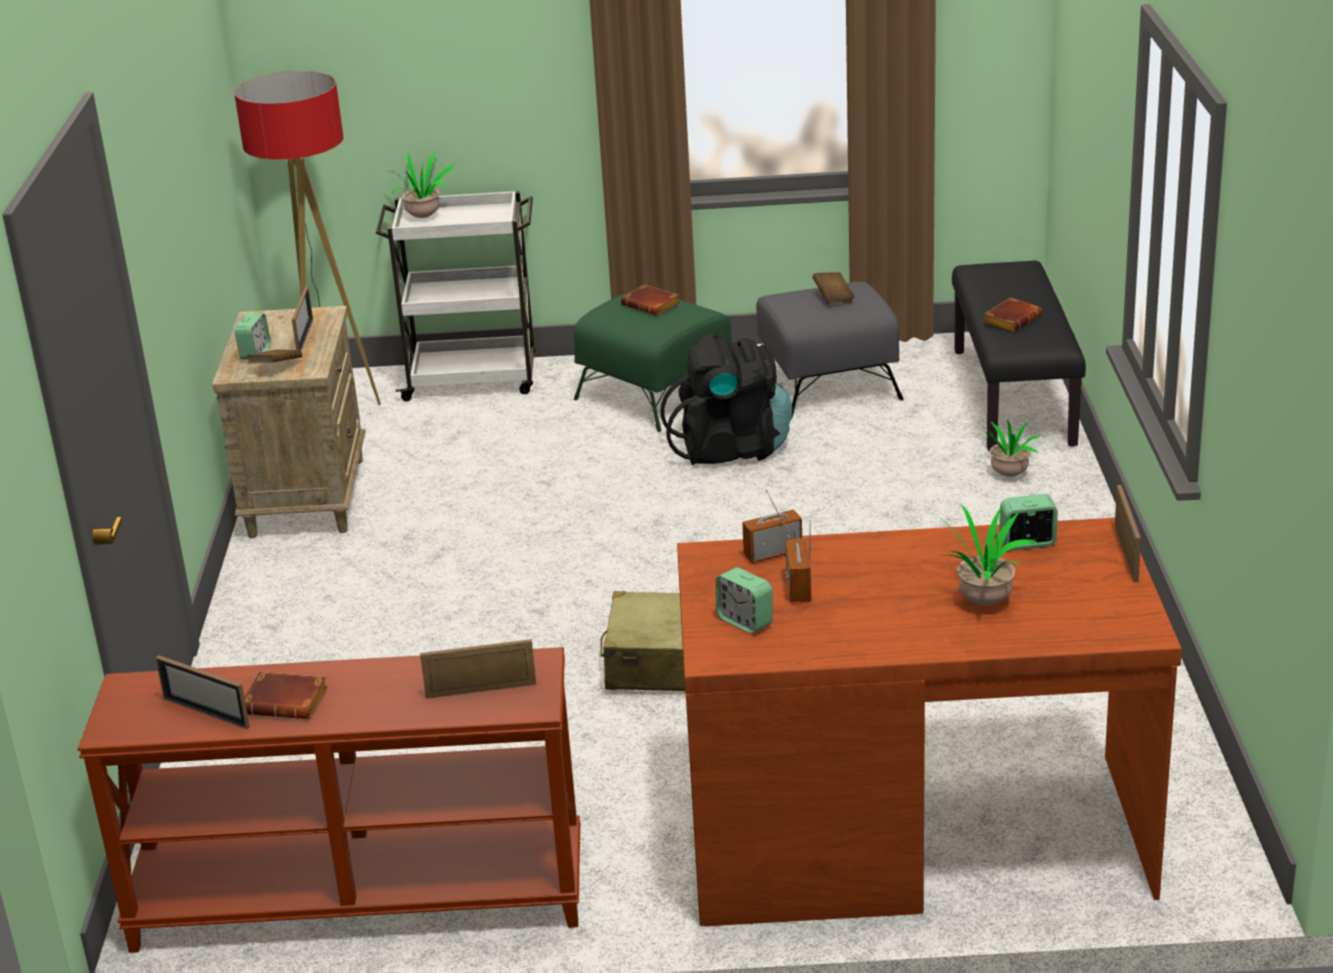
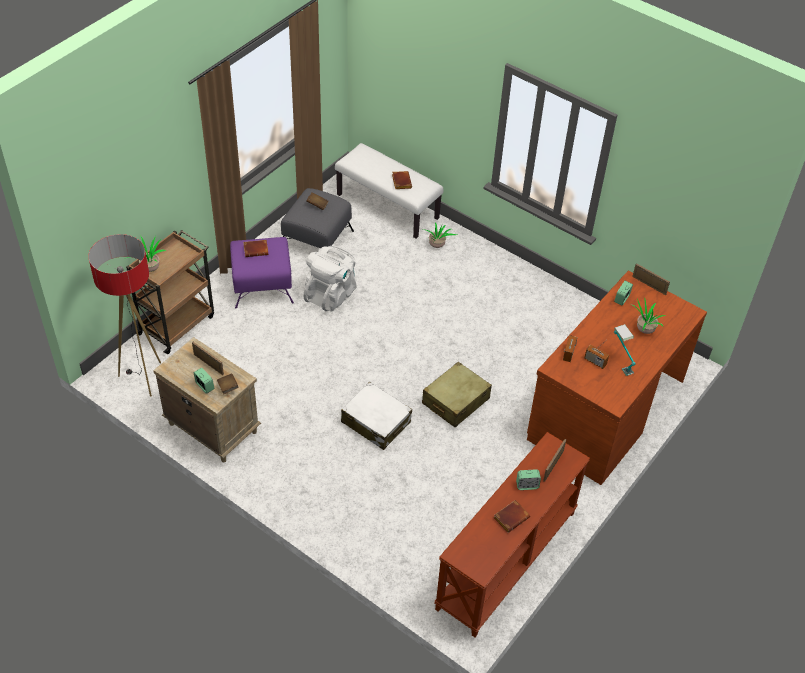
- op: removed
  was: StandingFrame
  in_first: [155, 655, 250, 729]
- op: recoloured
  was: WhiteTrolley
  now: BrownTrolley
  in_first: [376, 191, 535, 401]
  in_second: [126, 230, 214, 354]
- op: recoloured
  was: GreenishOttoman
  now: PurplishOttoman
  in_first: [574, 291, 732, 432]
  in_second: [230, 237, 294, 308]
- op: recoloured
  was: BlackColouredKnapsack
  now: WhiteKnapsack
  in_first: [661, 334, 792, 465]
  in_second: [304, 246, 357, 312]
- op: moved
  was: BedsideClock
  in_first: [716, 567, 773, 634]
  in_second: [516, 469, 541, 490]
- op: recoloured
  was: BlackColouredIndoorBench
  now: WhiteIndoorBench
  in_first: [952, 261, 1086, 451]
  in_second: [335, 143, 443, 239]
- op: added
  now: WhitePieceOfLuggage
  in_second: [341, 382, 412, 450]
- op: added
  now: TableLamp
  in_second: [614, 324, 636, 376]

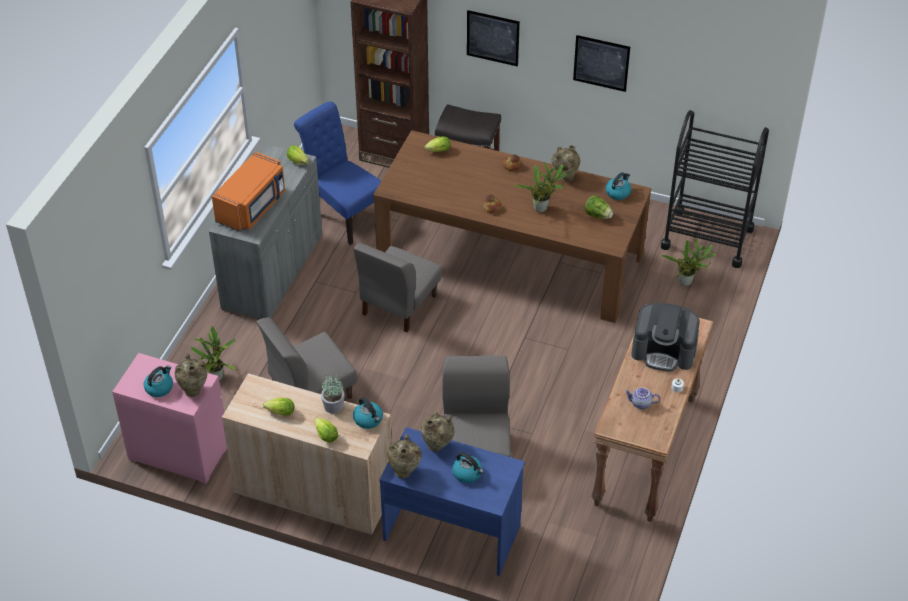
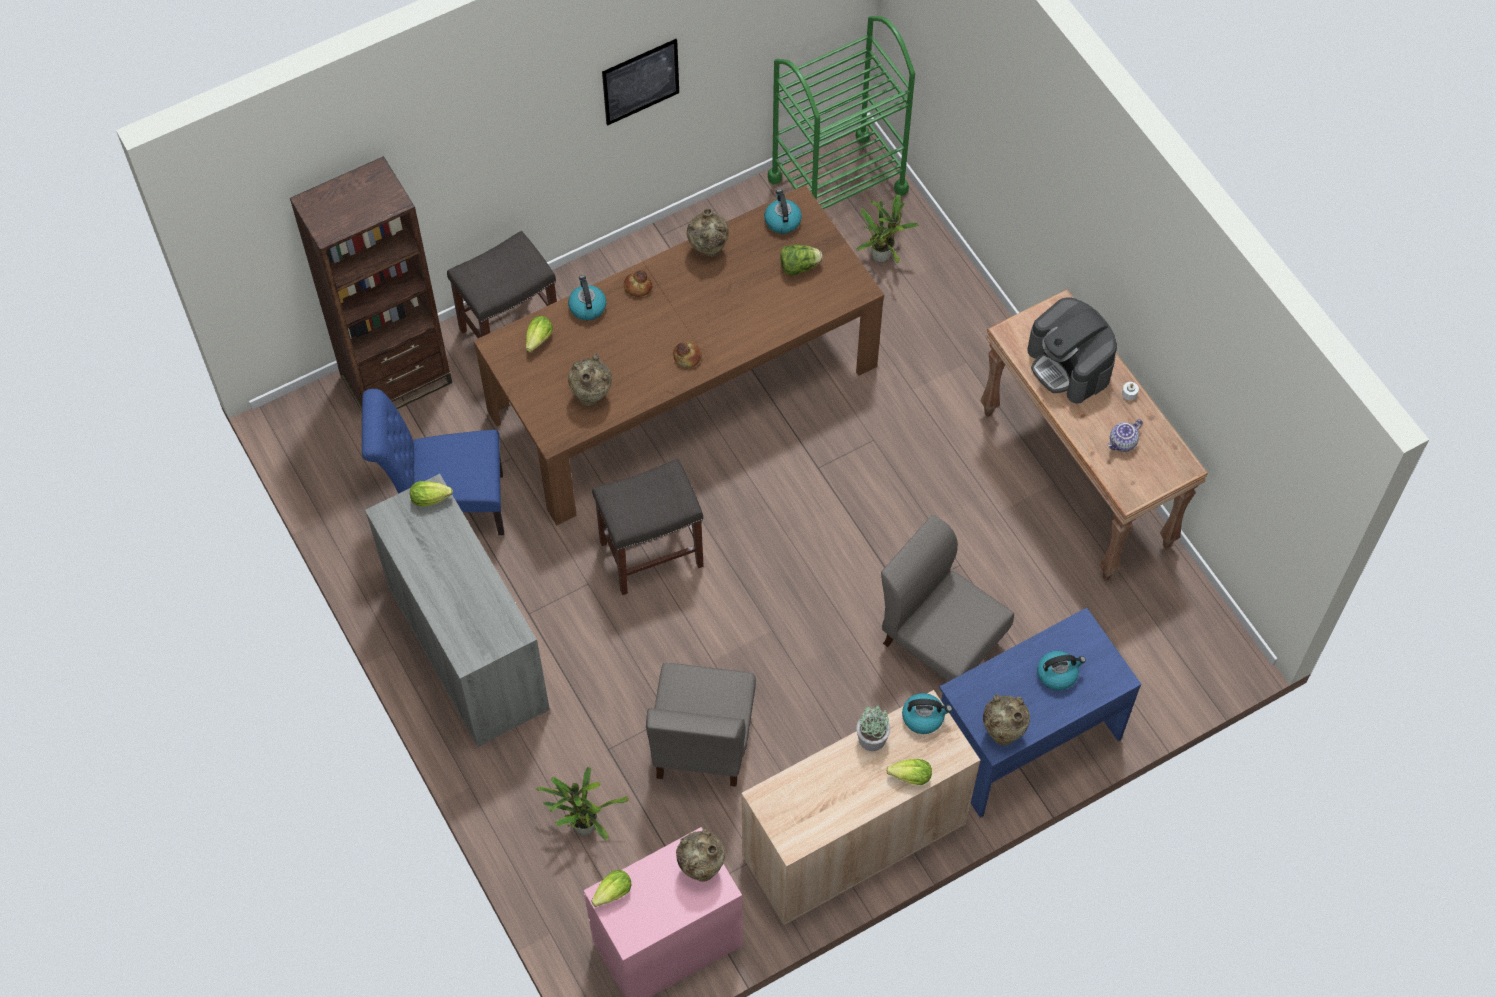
- op: moved
  was: TeaKettle
  in_first: [144, 365, 173, 397]
  in_second: [568, 275, 606, 320]
- op: removed
  was: OrangeKitchenMicrowave
  in_first: [212, 151, 285, 232]
- op: moved
  was: LettuceHead
  in_first: [263, 398, 294, 416]
  in_second: [591, 870, 631, 907]
- op: replaced
  was: GreyUprightChair
  now: GreyStoolSeat
  in_first: [354, 242, 442, 332]
  in_second: [592, 459, 704, 595]
- op: moved
  was: BeigeColouredFlowerVase
  in_first: [421, 412, 455, 451]
  in_second: [568, 354, 612, 406]
- op: removed
  was: Picture
  in_first: [467, 10, 520, 67]
- op: removed
  was: PottedPlant
  in_first: [514, 162, 567, 213]
- op: turned
  was: CoffeeMachine
  in_first: [631, 303, 700, 372]
  in_second: [1027, 297, 1117, 403]
  clockwise: 90
- op: recoloured
  was: BlackColouredTrolley
  now: GreenishTrolley
  in_first: [661, 110, 769, 268]
  in_second: [768, 16, 915, 209]

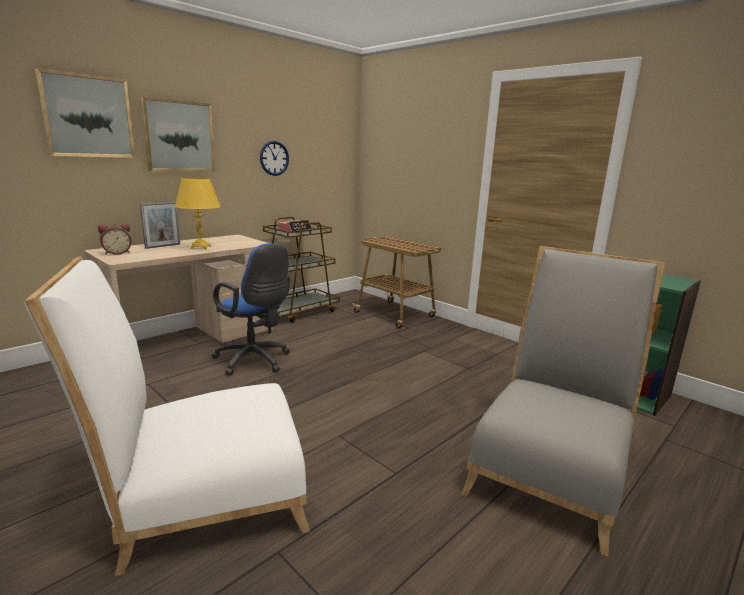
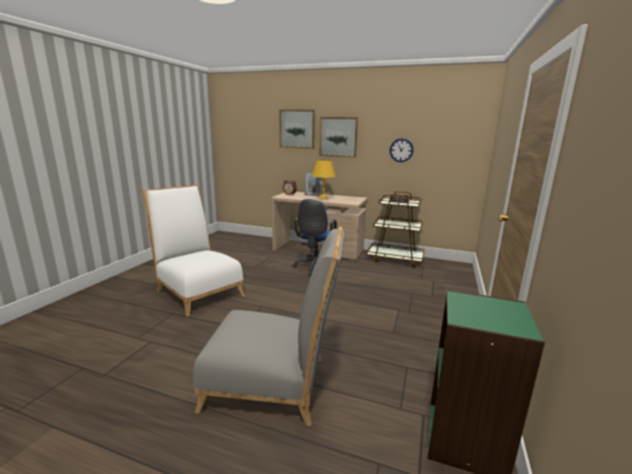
- op: removed
  was: Trolley
  in_first: [352, 236, 442, 329]

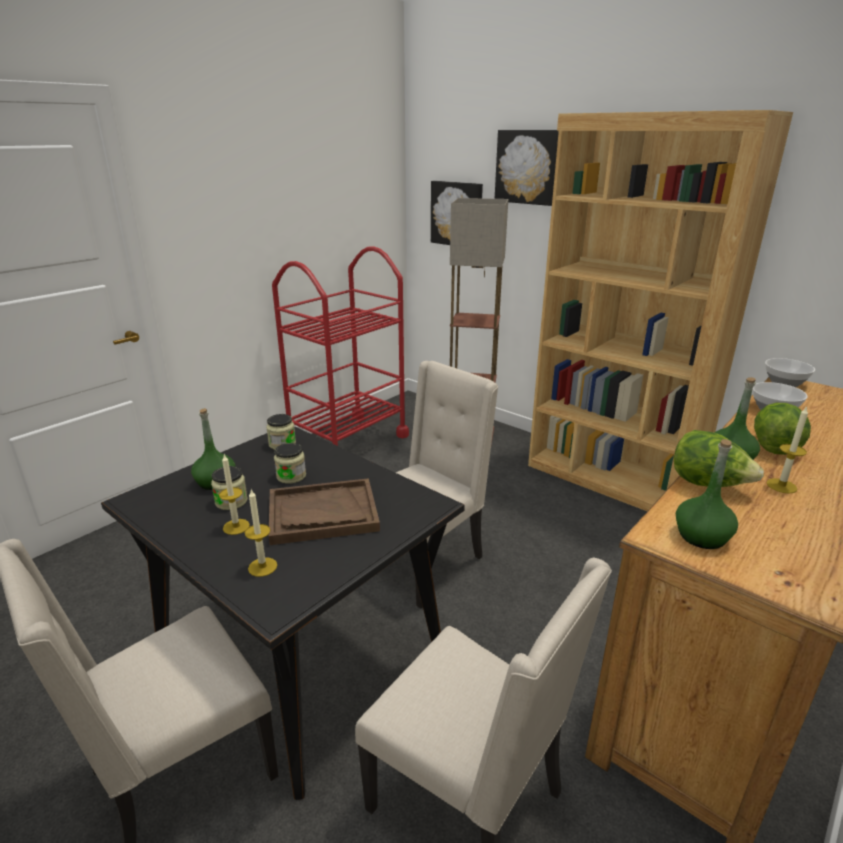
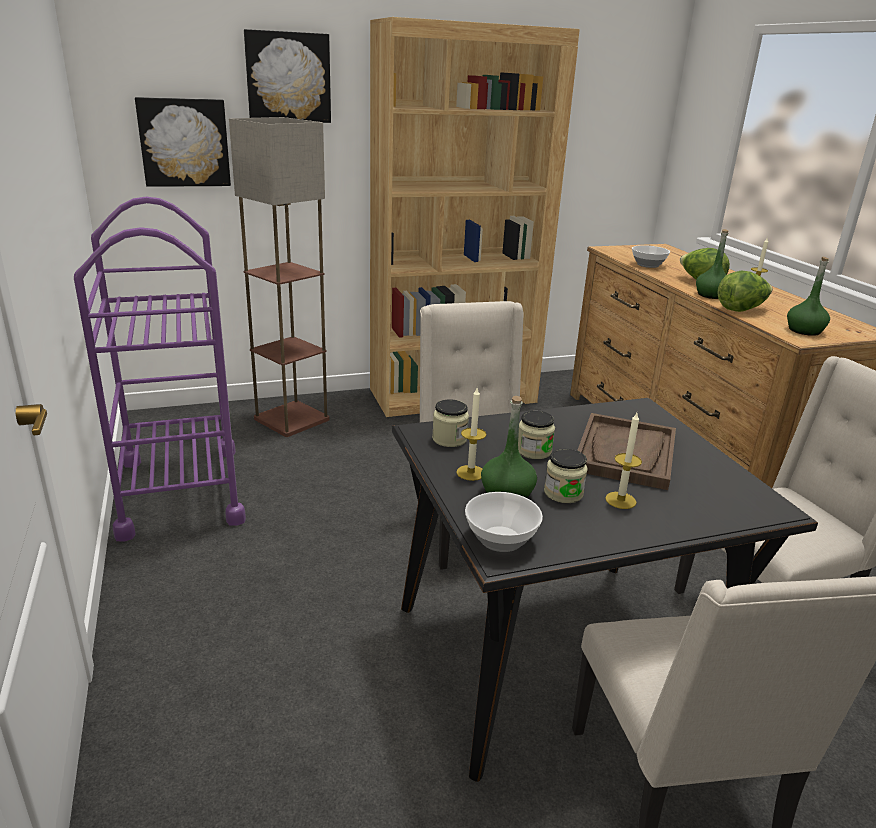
- op: moved
  was: WaxCandle
  in_first: [245, 489, 277, 577]
  in_second: [456, 388, 486, 481]
- op: recoloured
  was: RedColouredTrolley
  now: PurplishTrolley
  in_first: [272, 246, 409, 446]
  in_second: [74, 197, 246, 542]
- op: moved
  was: Bowl
  in_first: [765, 358, 815, 387]
  in_second: [465, 492, 543, 552]

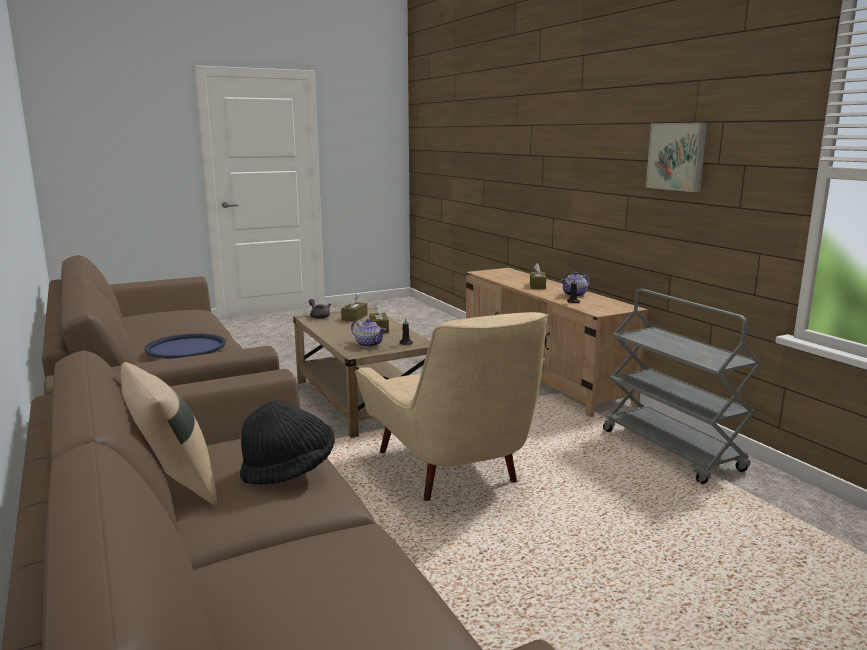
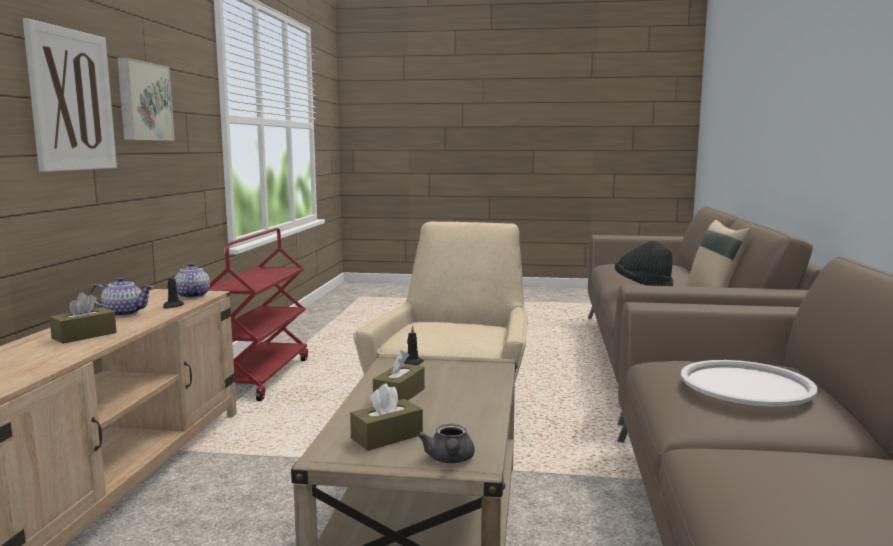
- op: recoloured
  was: BlueServingTray
  now: WhiteServingTray
  in_first: [144, 333, 226, 359]
  in_second: [681, 360, 818, 406]
- op: moved
  was: Teapot
  in_first: [351, 319, 386, 347]
  in_second: [175, 263, 210, 298]
- op: recoloured
  was: GreyTrolley
  now: RedColouredTrolley
  in_first: [603, 289, 762, 484]
  in_second: [208, 228, 308, 401]
- op: added
  now: Picture
  in_second: [23, 18, 117, 172]

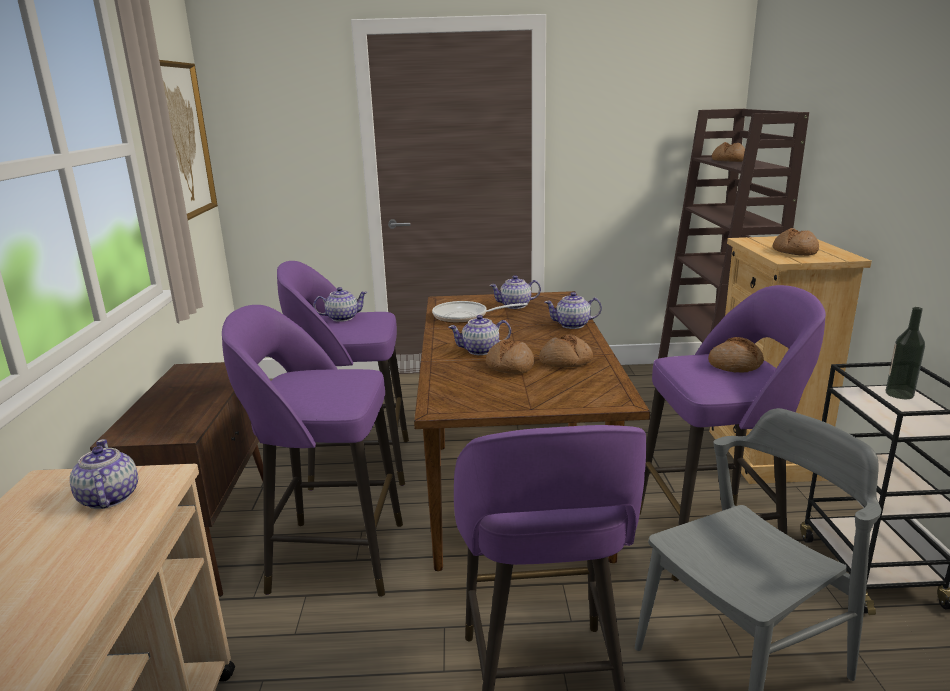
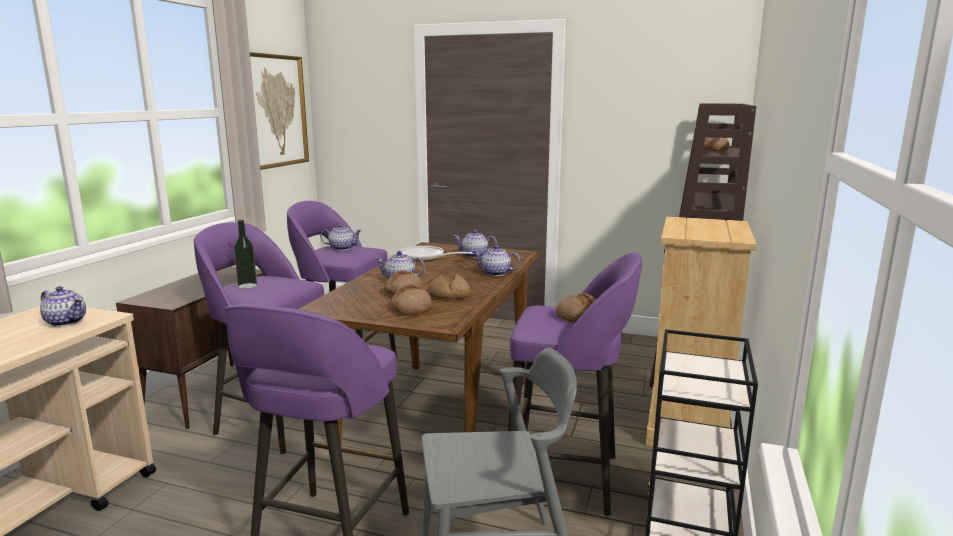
- op: turned
  was: Teapot
  in_first: [70, 439, 138, 509]
  in_second: [40, 286, 86, 327]
  clockwise: 120
- op: moved
  was: Bread
  in_first: [773, 228, 819, 256]
  in_second: [391, 284, 432, 315]
- op: moved
  was: BeverageBottle
  in_first: [886, 307, 925, 399]
  in_second: [234, 220, 257, 289]

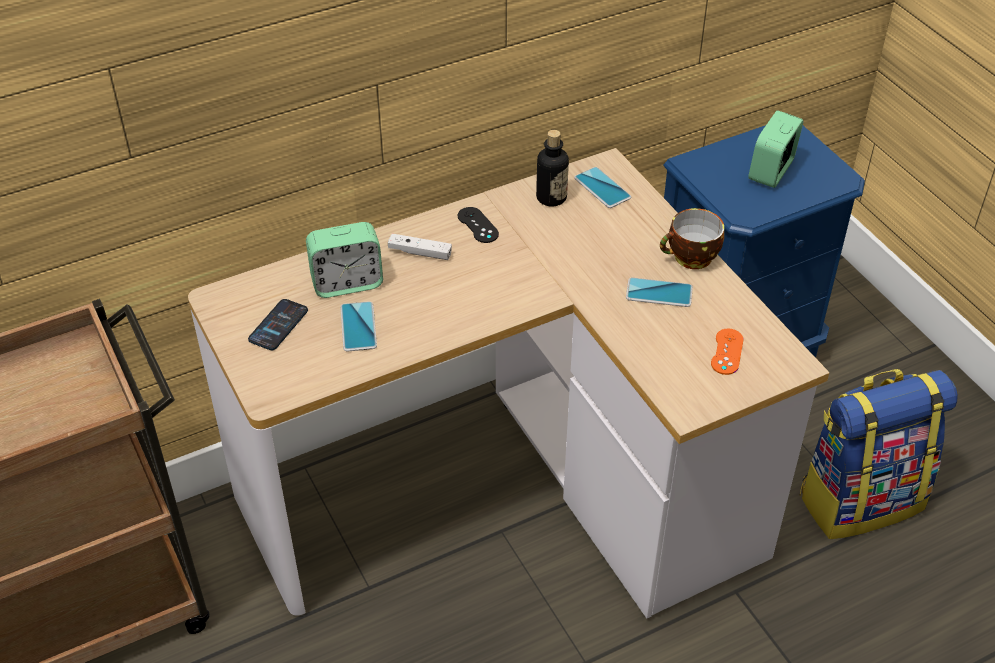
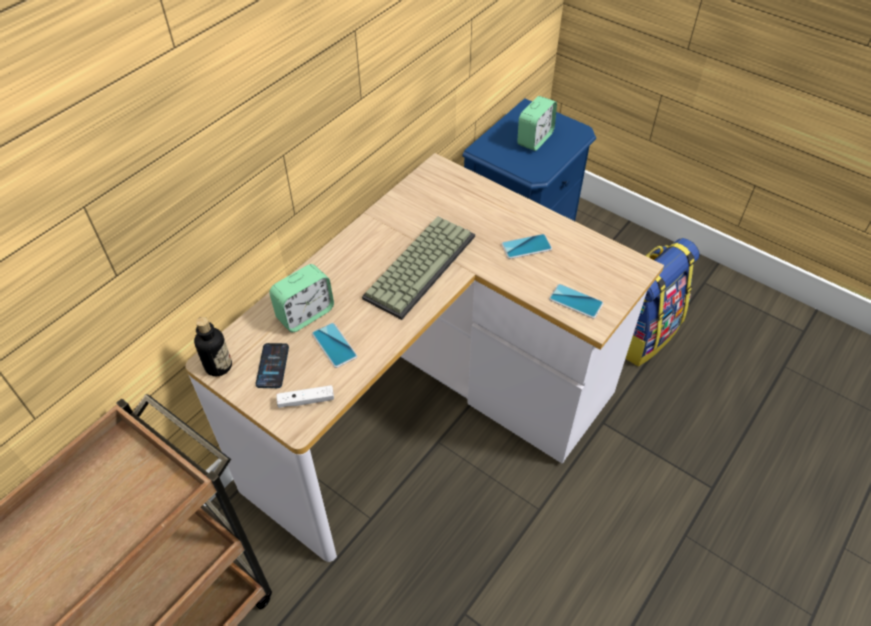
- op: moved
  was: WhiteGameController
  in_first: [388, 234, 452, 260]
  in_second: [276, 385, 334, 408]
- op: removed
  was: BlackColouredGameController
  in_first: [458, 207, 499, 243]
- op: moved
  was: BeverageBottle
  in_first: [536, 130, 569, 207]
  in_second: [194, 317, 232, 376]
- op: moved
  was: Handset
  in_first: [574, 167, 631, 208]
  in_second: [549, 284, 603, 319]
- op: removed
  was: SmallCup
  in_first: [660, 208, 724, 269]
- op: removed
  was: OrangeGameController
  in_first: [711, 329, 744, 375]
- op: turned
  was: BedsideClock
  in_first: [748, 110, 804, 188]
  in_second: [517, 96, 557, 151]
  clockwise: -150
- op: added
  now: ComputerKeyboard
  in_second: [362, 216, 475, 320]

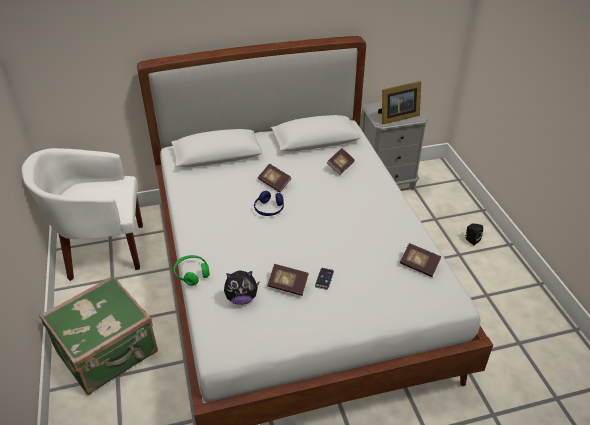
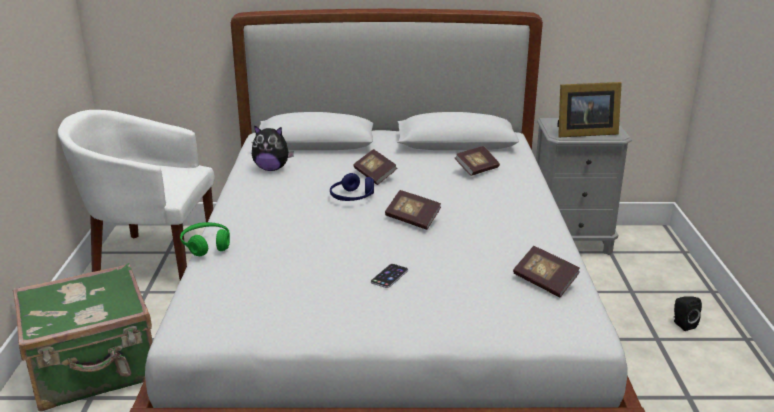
- op: moved
  was: CuddlyToy
  in_first: [224, 271, 260, 305]
  in_second: [252, 125, 294, 171]
- op: moved
  was: BoundBook
  in_first: [267, 264, 309, 296]
  in_second: [385, 190, 441, 230]

